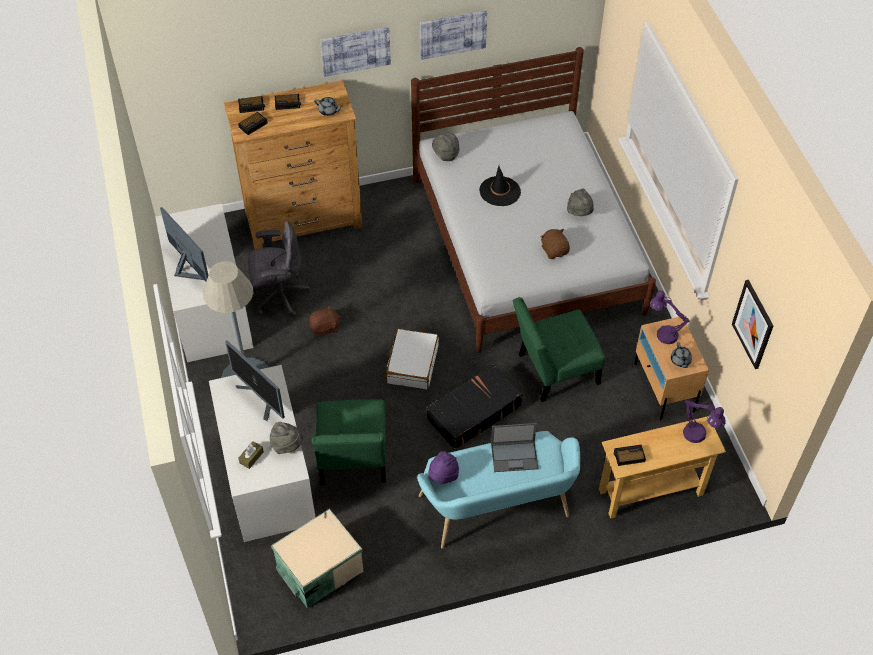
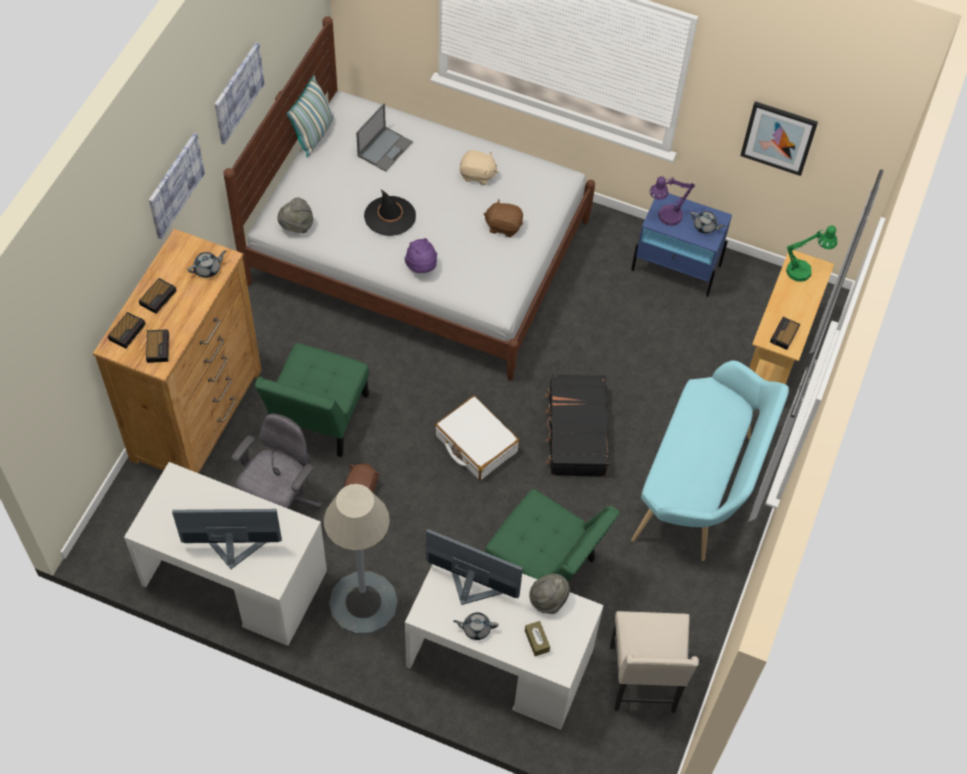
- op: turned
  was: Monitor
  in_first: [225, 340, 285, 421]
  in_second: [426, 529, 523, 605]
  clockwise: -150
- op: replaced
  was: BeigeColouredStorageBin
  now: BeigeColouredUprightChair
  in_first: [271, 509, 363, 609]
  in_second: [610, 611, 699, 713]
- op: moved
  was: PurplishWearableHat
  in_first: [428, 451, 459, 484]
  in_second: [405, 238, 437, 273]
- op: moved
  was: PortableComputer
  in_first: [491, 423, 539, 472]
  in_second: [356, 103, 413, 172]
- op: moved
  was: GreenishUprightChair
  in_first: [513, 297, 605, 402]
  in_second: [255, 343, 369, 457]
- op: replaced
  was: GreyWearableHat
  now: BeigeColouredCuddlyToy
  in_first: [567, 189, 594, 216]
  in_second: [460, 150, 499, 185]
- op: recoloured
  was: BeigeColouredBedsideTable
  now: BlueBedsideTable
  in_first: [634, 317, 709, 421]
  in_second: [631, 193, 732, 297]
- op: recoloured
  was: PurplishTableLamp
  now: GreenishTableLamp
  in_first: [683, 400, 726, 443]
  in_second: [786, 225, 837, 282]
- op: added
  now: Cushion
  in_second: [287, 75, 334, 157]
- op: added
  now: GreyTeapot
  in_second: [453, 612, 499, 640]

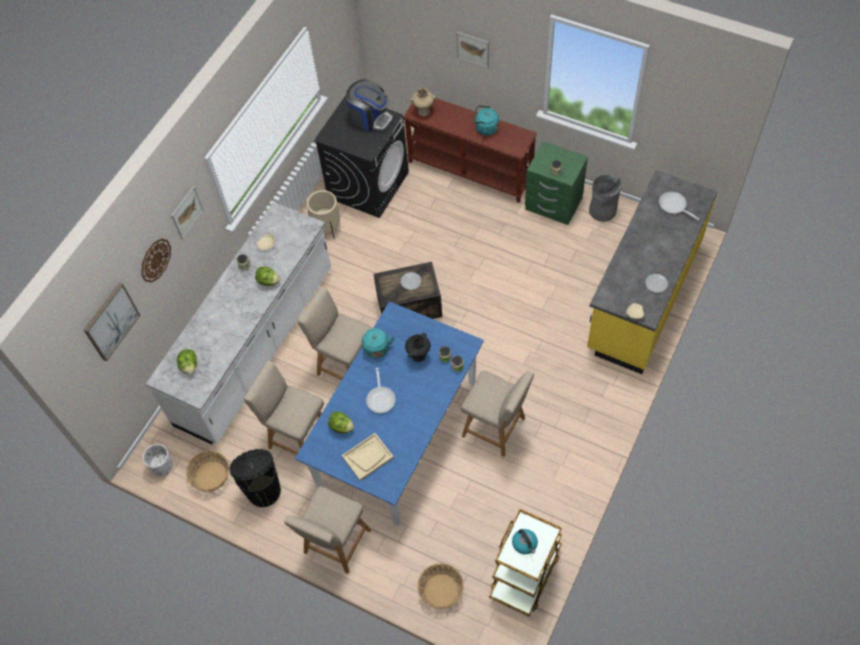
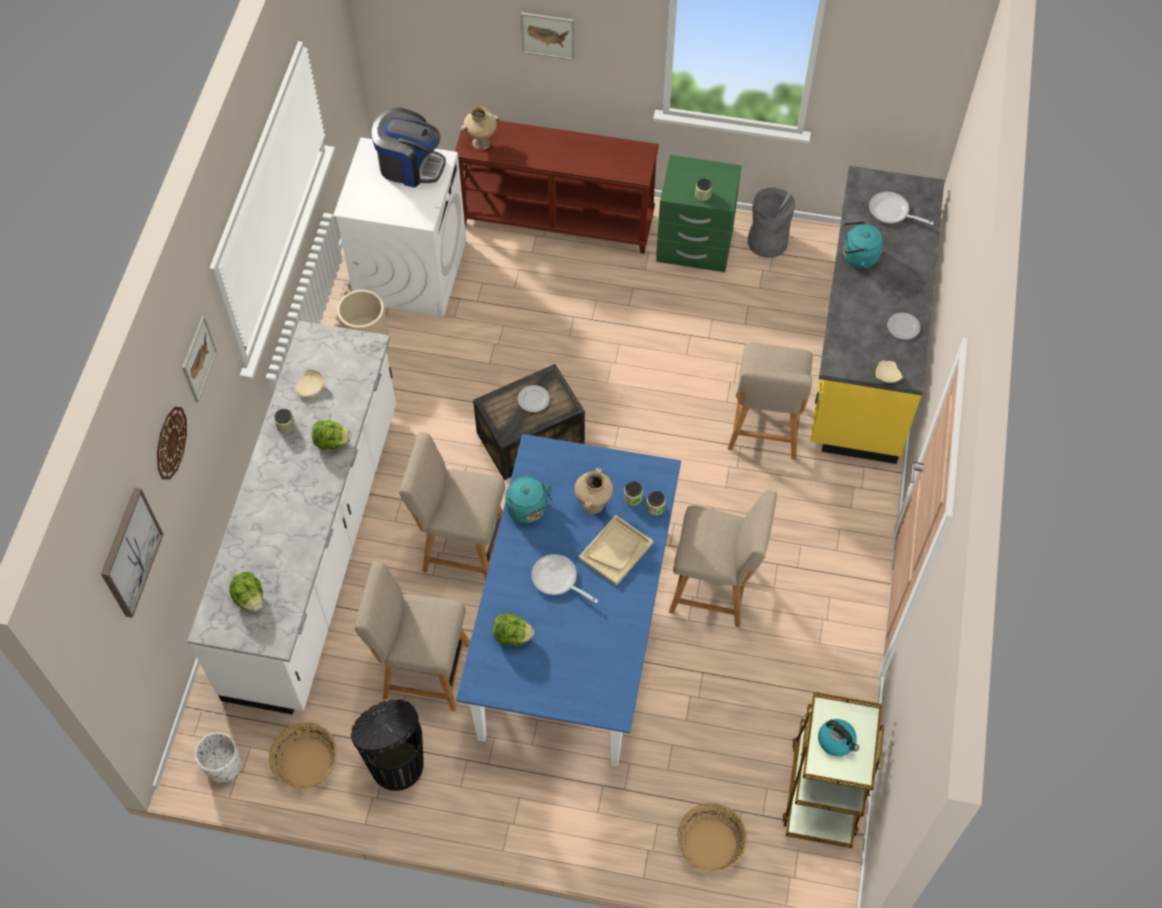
- op: moved
  was: BeigeColouredUprightChair
  in_first: [284, 486, 371, 574]
  in_second: [728, 343, 813, 460]
- op: recoloured
  was: BlackColouredWashingMachine
  now: WhiteWashingMachine
  in_first: [314, 95, 409, 218]
  in_second: [333, 137, 466, 317]
- op: moved
  was: BeigeColouredServingTray
  in_first: [342, 433, 394, 481]
  in_second: [579, 515, 653, 586]
- op: turned
  was: Pan
  in_first: [366, 368, 396, 413]
  in_second: [532, 554, 598, 603]
  clockwise: 150
- op: recoloured
  was: BlackColouredFlowerVase
  now: BeigeColouredFlowerVase
  in_first: [405, 333, 431, 362]
  in_second: [574, 468, 613, 514]
- op: moved
  was: BlueGreenTeaKettle
  in_first: [472, 105, 499, 136]
  in_second: [843, 221, 883, 268]

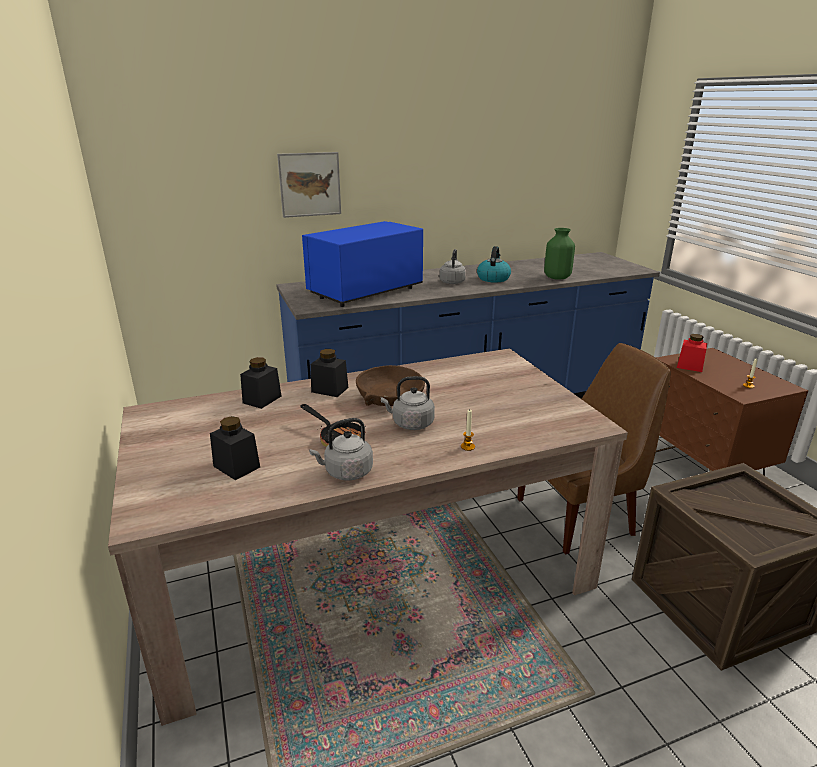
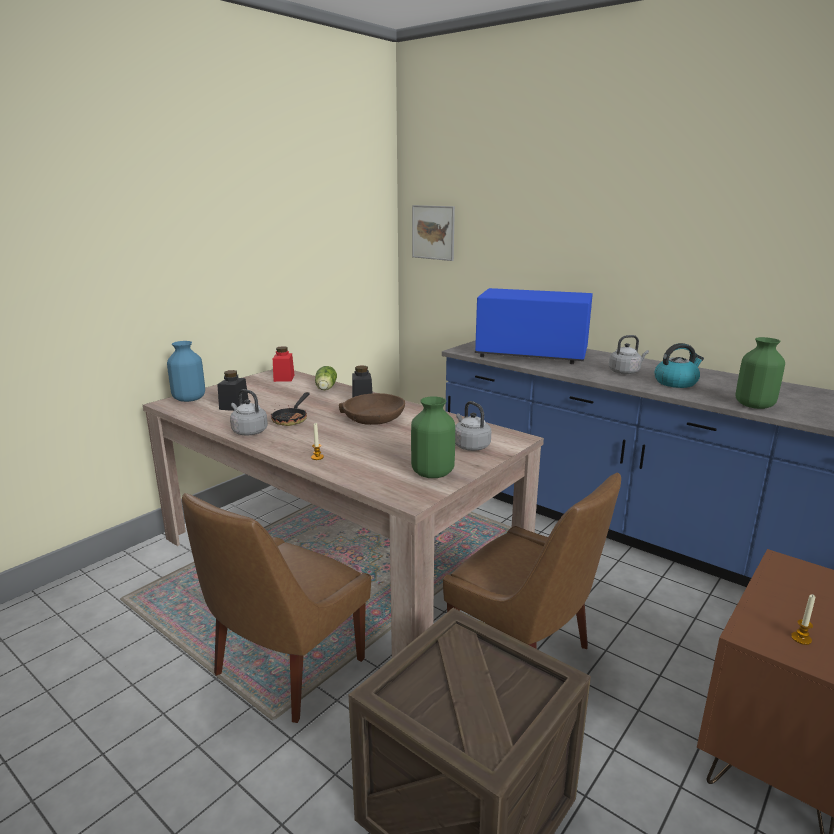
- op: replaced
  was: BlackColouredPreserveJar
  now: LettuceHead
  in_first: [240, 357, 282, 409]
  in_second: [315, 366, 337, 390]
- op: moved
  was: Picture
  in_first: [277, 152, 341, 218]
  in_second: [412, 205, 455, 261]
- op: moved
  was: GreyTeaKettle
  in_first: [381, 376, 435, 430]
  in_second: [455, 401, 491, 451]
- op: moved
  was: RedColouredPreserveJar
  in_first: [677, 334, 707, 372]
  in_second: [273, 346, 294, 382]
- op: added
  now: BlueFlowerVase
  in_second: [167, 341, 205, 402]
- op: added
  now: BrownUprightChair
  in_second: [182, 493, 371, 723]
- op: added
  now: GreenishFlowerVase
  in_second: [411, 397, 455, 478]

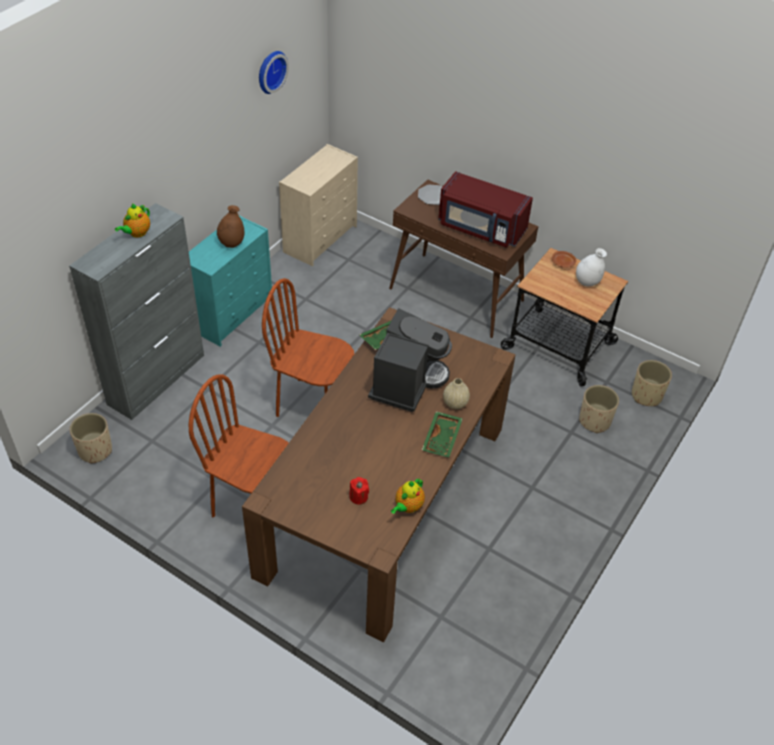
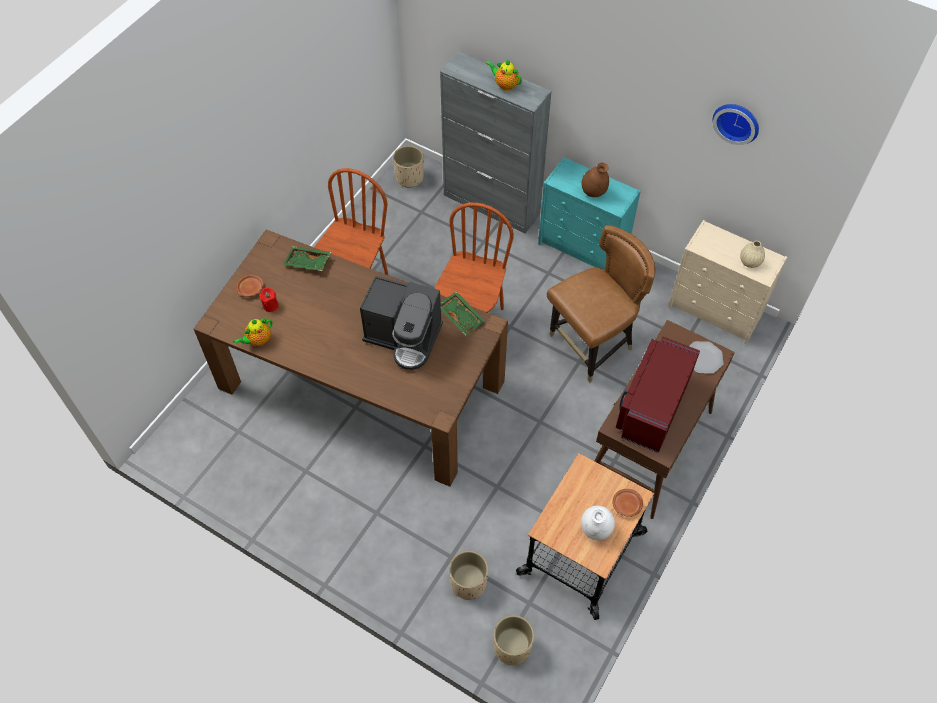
- op: turned
  was: Teapot
  in_first: [391, 478, 425, 514]
  in_second: [233, 318, 272, 346]
  clockwise: -75
- op: moved
  was: GreenishServingTray
  in_first: [422, 411, 463, 457]
  in_second: [283, 246, 331, 271]
- op: moved
  was: BeigeColouredFlowerVase
  in_first: [443, 378, 470, 409]
  in_second: [740, 241, 765, 268]
- op: added
  now: BrownFlatDish
  in_second: [236, 275, 263, 297]
- op: added
  now: BrownUprightChair
  in_second: [547, 225, 656, 382]

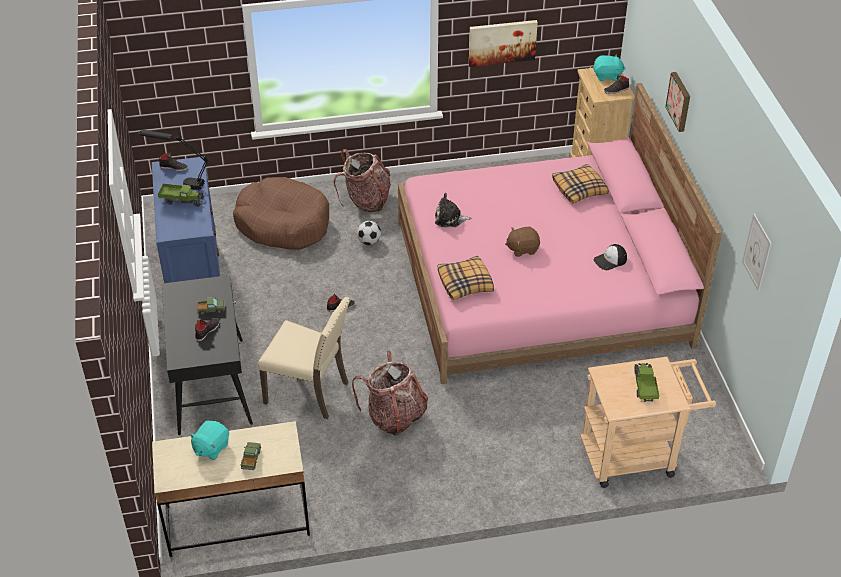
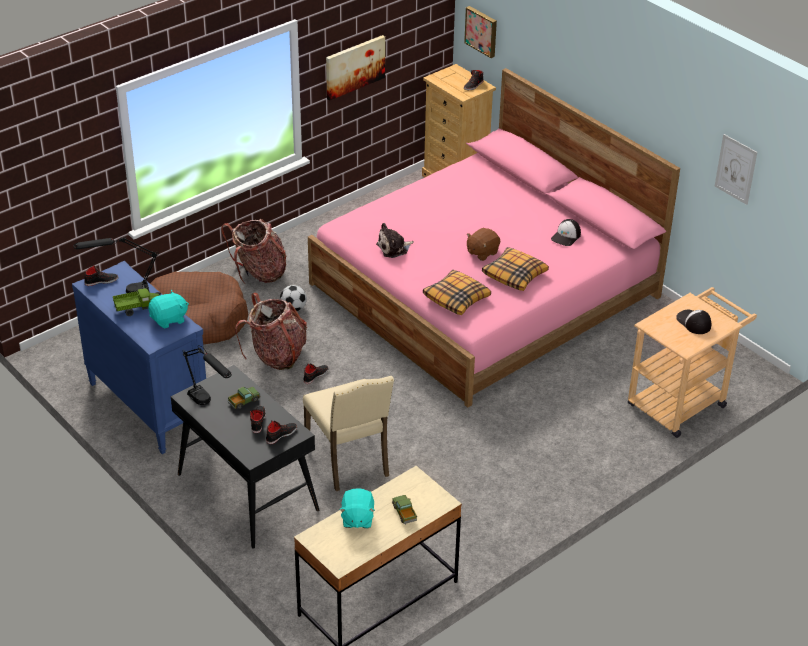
- op: turned
  was: BeigeColouredUprightChair
  in_first: [257, 297, 351, 419]
  in_second: [303, 376, 394, 491]
  clockwise: 75
- op: moved
  was: Knapsack
  in_first: [352, 351, 428, 435]
  in_second: [235, 292, 307, 370]
- op: moved
  was: Cushion
  in_first: [552, 164, 609, 204]
  in_second: [482, 247, 549, 291]
- op: moved
  was: BlueGreenCuddlyToy
  in_first: [593, 54, 626, 81]
  in_second: [148, 290, 189, 328]
- op: replaced
  was: ToyLorry
  now: BaseballCap
  in_first: [634, 363, 659, 402]
  in_second: [676, 309, 711, 334]
- op: moved
  was: Picture
  in_first: [665, 72, 690, 132]
  in_second: [464, 6, 497, 58]
- op: added
  now: BlackColouredTableLamp
  in_second: [183, 345, 232, 405]
- op: added
  now: BlackColouredItemOfFootwear
  in_second: [266, 420, 297, 444]

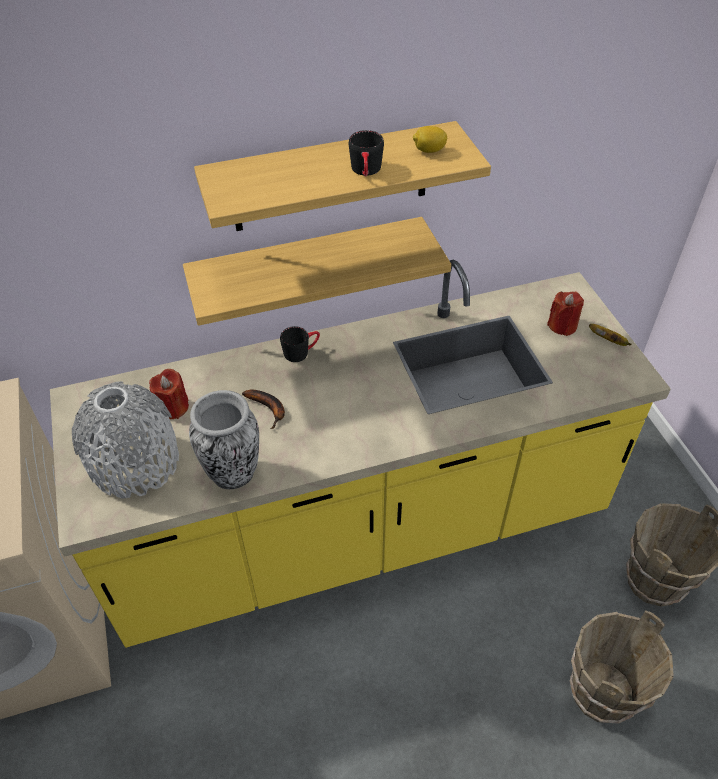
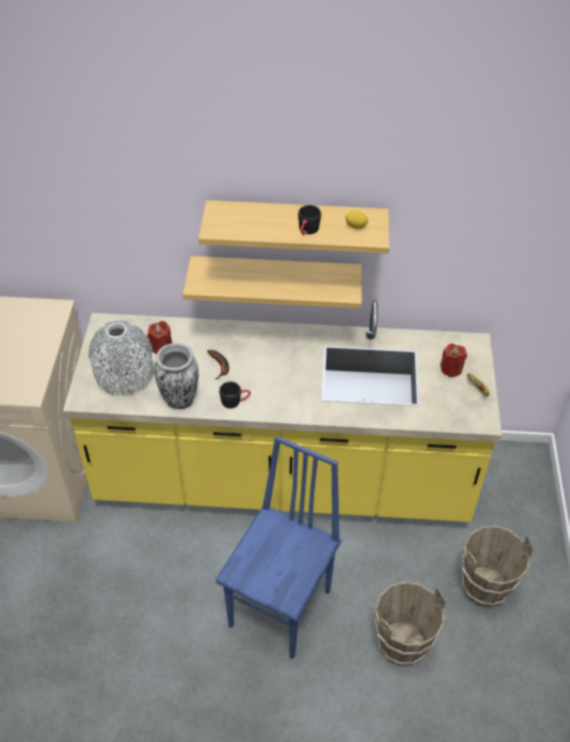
- op: moved
  was: BlackColouredMug
  in_first: [280, 326, 320, 362]
  in_second: [219, 381, 251, 409]
- op: added
  now: BlueUprightChair
  in_second: [216, 436, 341, 659]

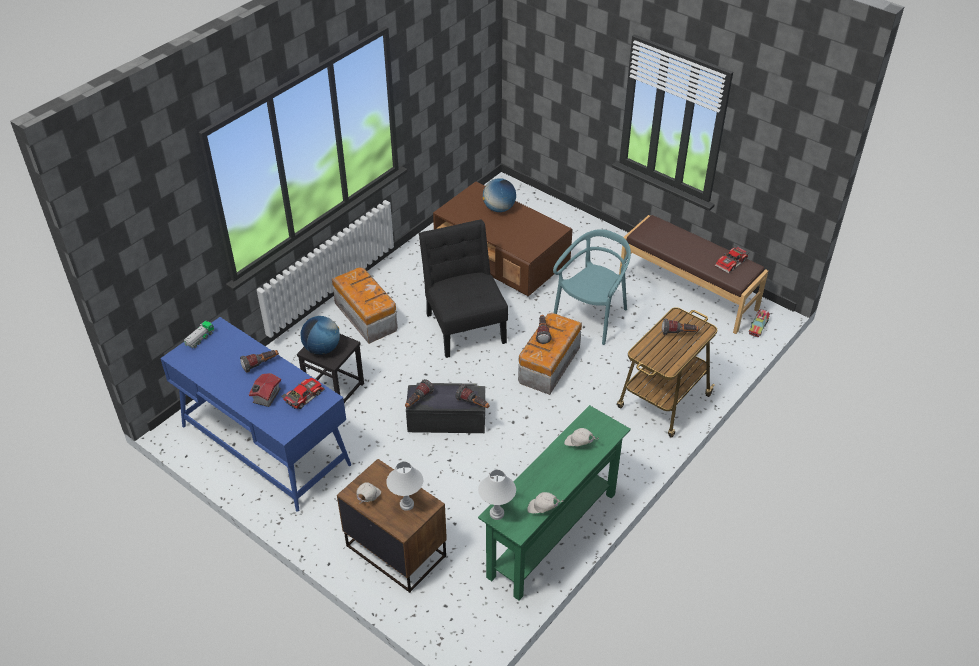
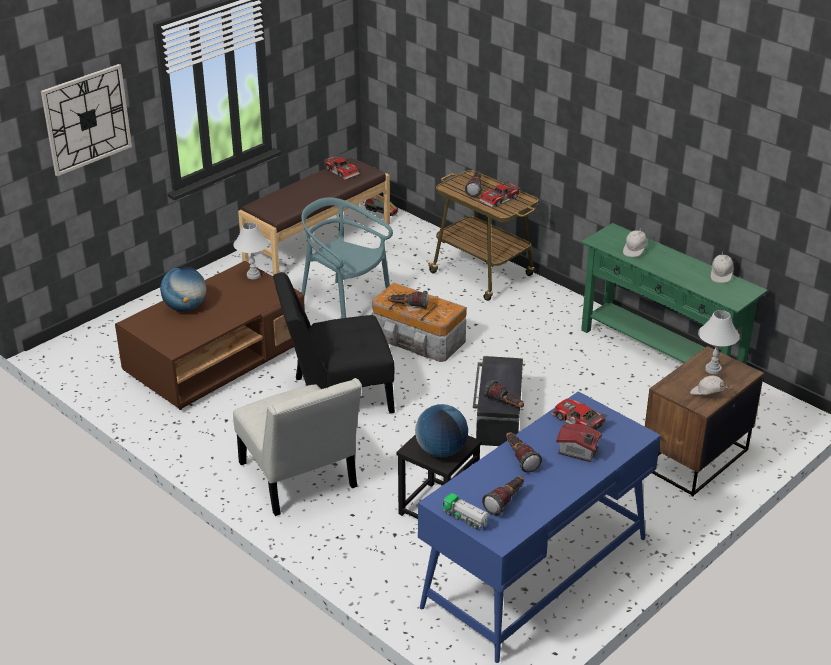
- op: replaced
  was: StorageBin
  now: WhiteUprightChair
  in_first: [332, 267, 398, 344]
  in_second: [233, 378, 362, 516]
- op: moved
  was: Flashlight
  in_first: [455, 385, 490, 408]
  in_second: [482, 476, 524, 516]
- op: moved
  was: WhiteTableLamp
  in_first: [478, 469, 516, 520]
  in_second: [233, 222, 269, 279]
- op: added
  now: WallClock
  in_second: [41, 64, 132, 176]
- op: added
  now: ModelCar
  in_second: [479, 181, 521, 208]

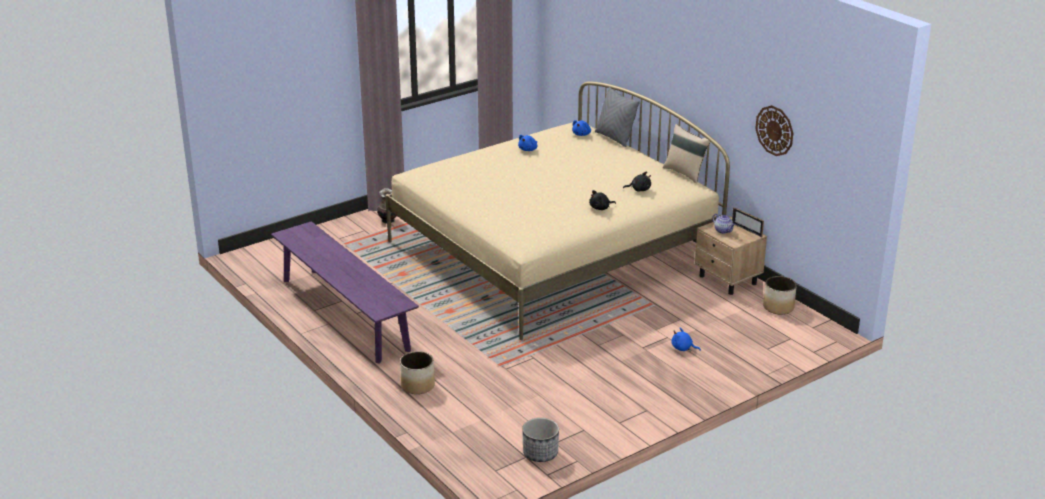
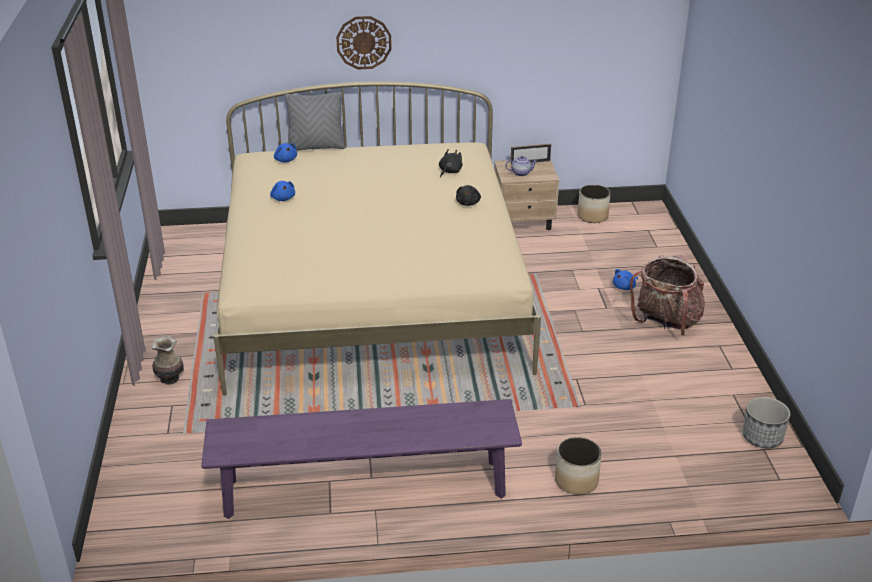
- op: removed
  was: BeigeColouredCushion
  in_first: [663, 124, 710, 183]
- op: moved
  was: WallClock
  in_first: [755, 105, 793, 156]
  in_second: [336, 16, 392, 69]
- op: added
  now: Knapsack
  in_second: [630, 255, 705, 336]

